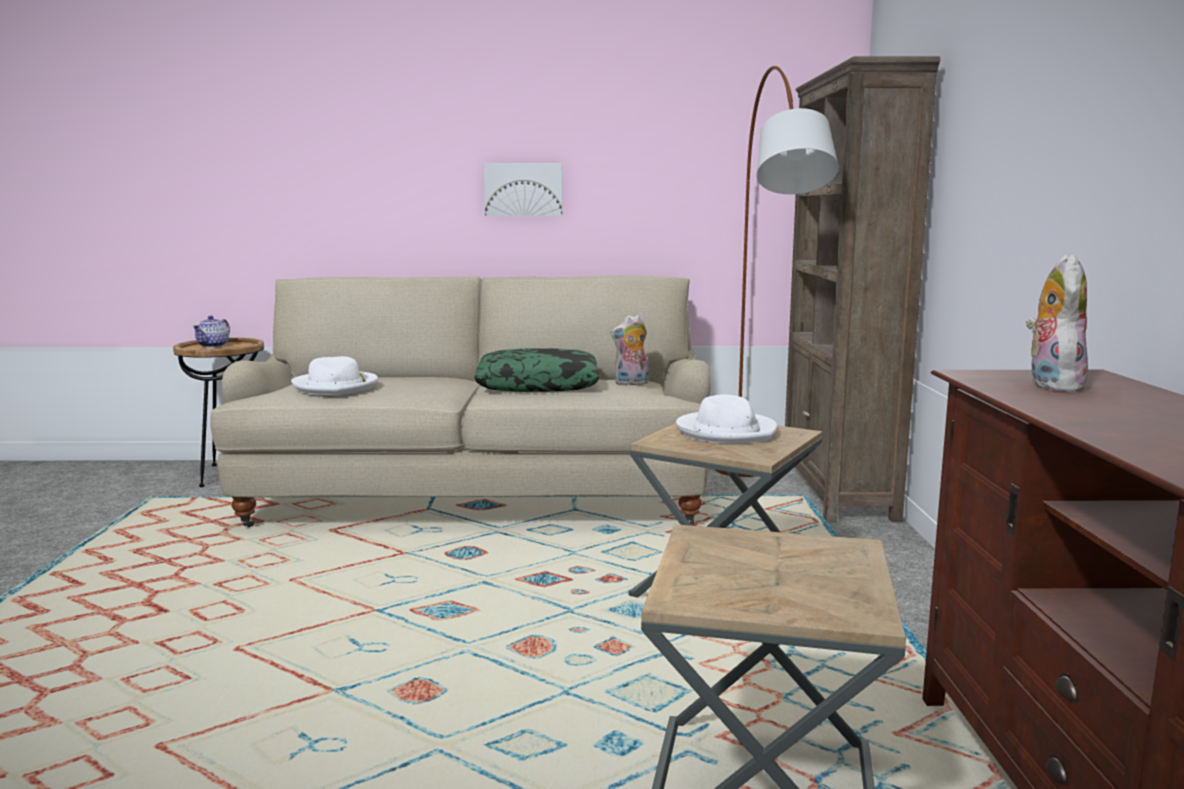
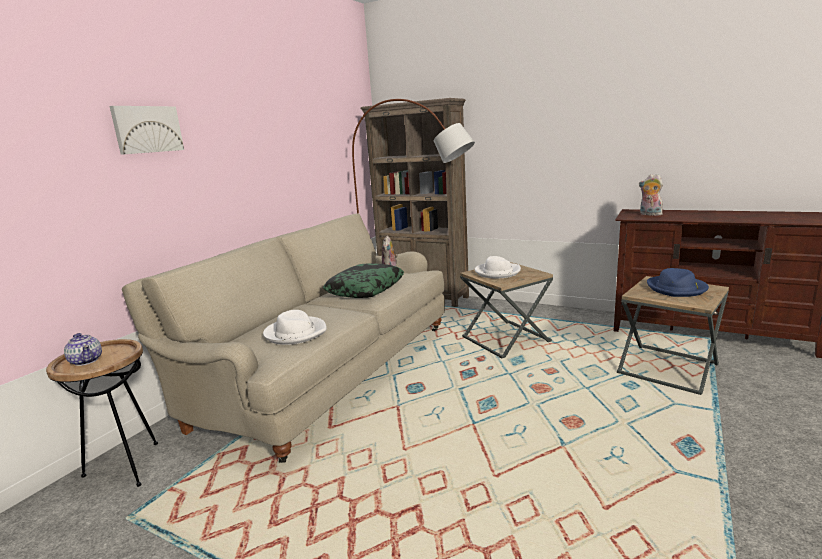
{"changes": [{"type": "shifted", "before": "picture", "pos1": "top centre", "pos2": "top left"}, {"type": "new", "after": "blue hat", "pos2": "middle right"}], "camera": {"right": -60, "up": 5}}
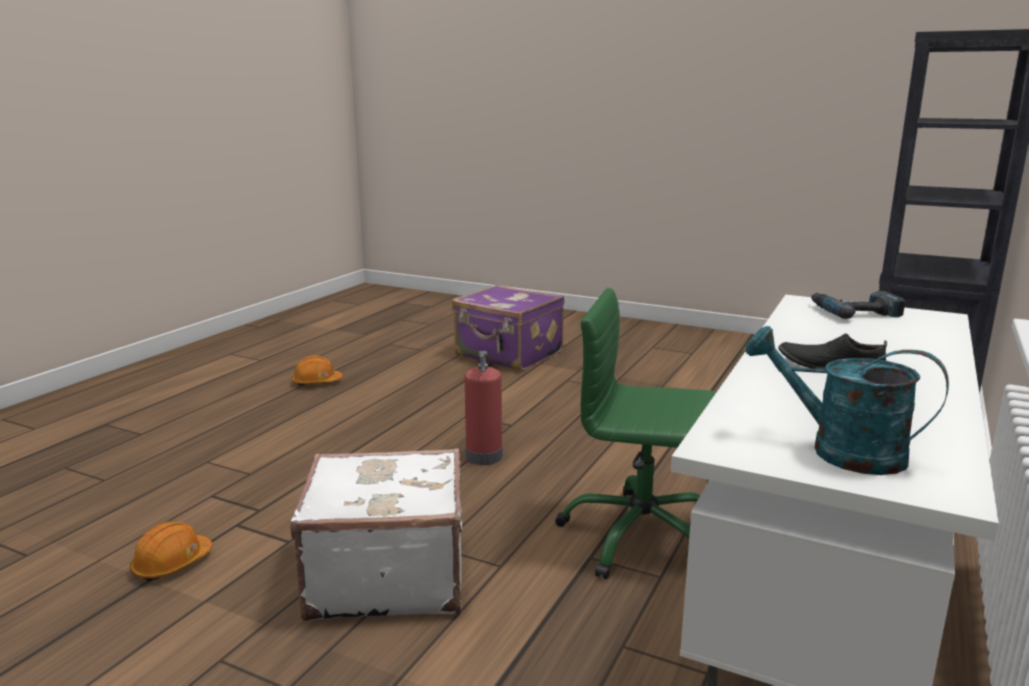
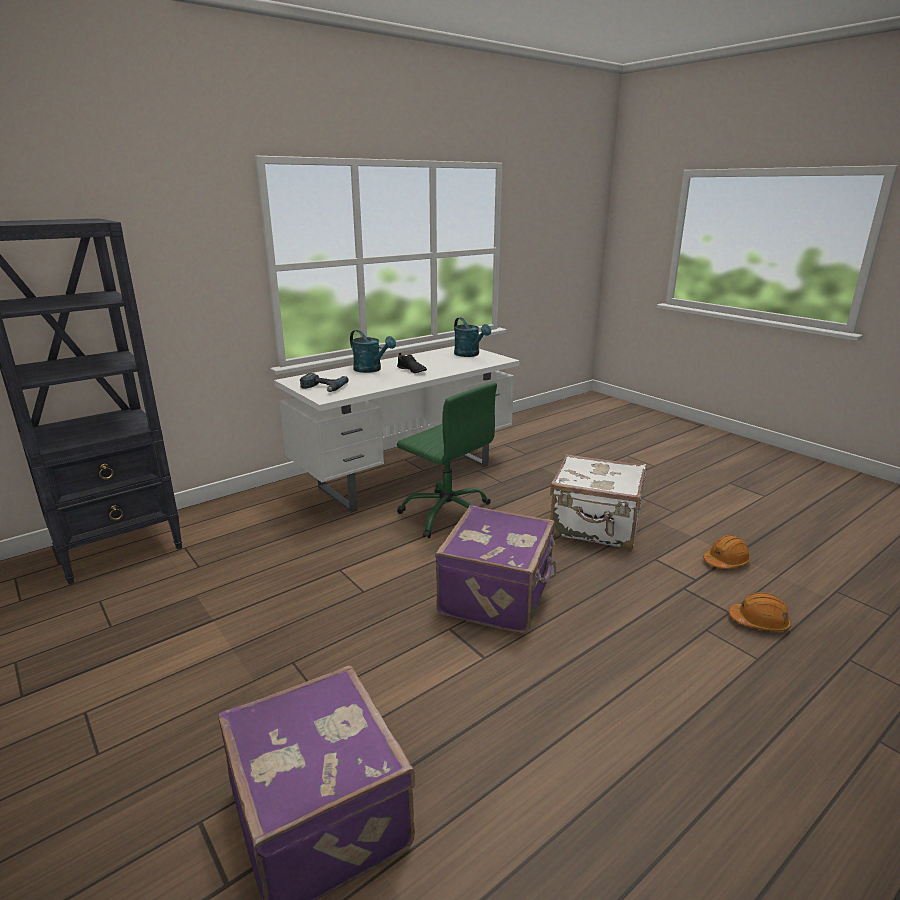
{"changes": [{"type": "swapped", "before": "fire extinguisher", "after": "purple suitcase (no. 2 from left)", "pos1": "centre", "pos2": "centre"}, {"type": "shifted", "before": "orange hard hat (no. 2 from left)", "pos1": "middle left", "pos2": "bottom right"}, {"type": "new", "after": "turquoise watering can (no. 1 from left)", "pos2": "centre"}], "camera": {"right": -155, "up": 5}}
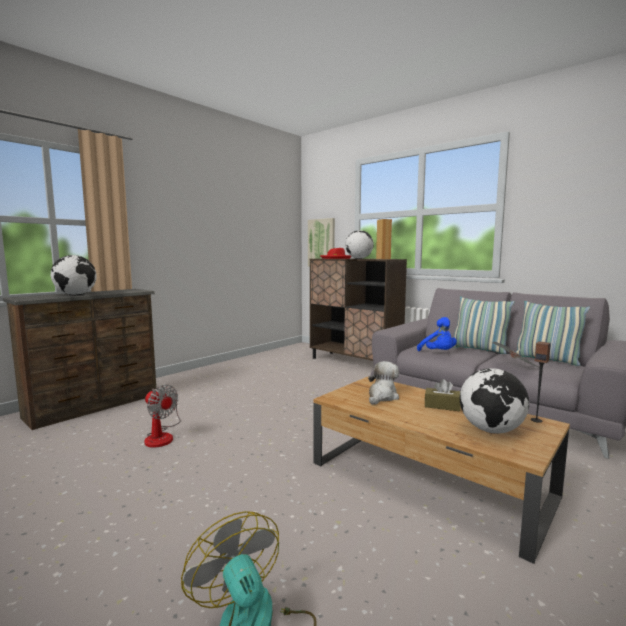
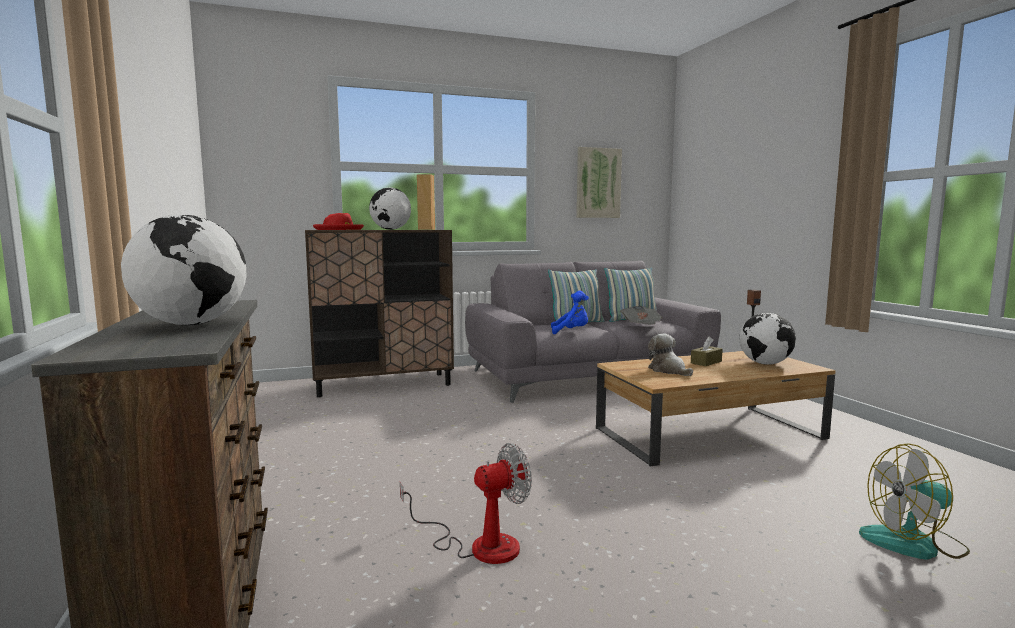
{"changes": [{"type": "shifted", "before": "picture", "pos1": "centre", "pos2": "top centre"}], "camera": {"right": -60, "up": 0}}
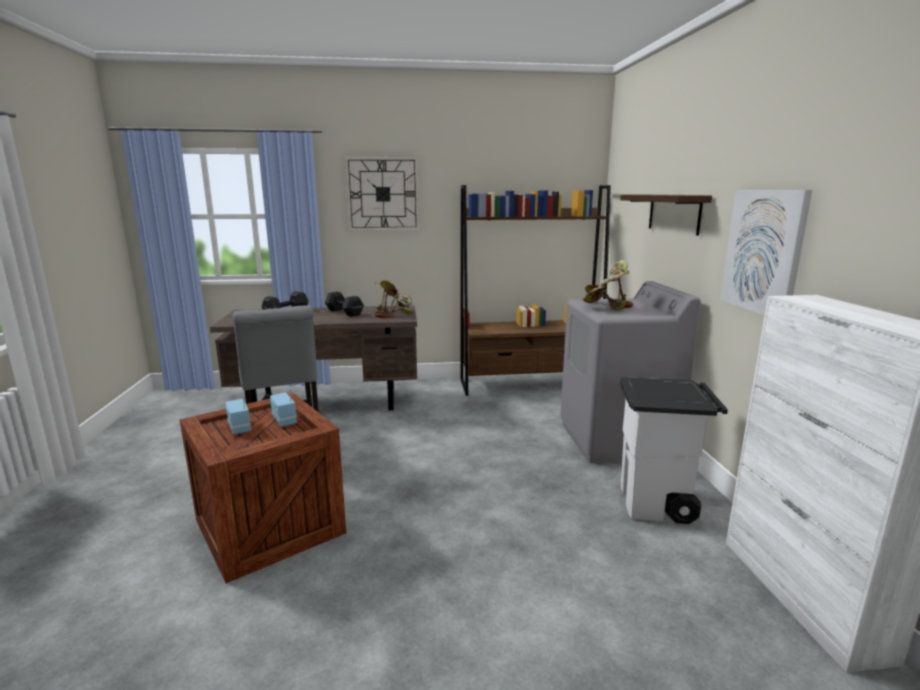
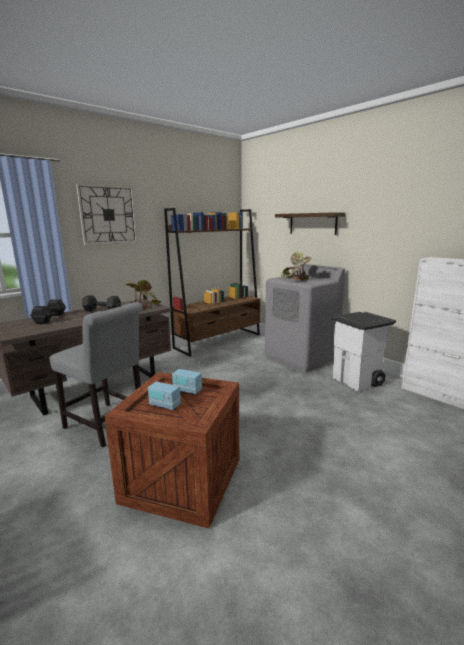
{"changes": [{"type": "gone", "before": "picture", "pos1": "middle right"}], "camera": {"right": -35, "up": 0}}
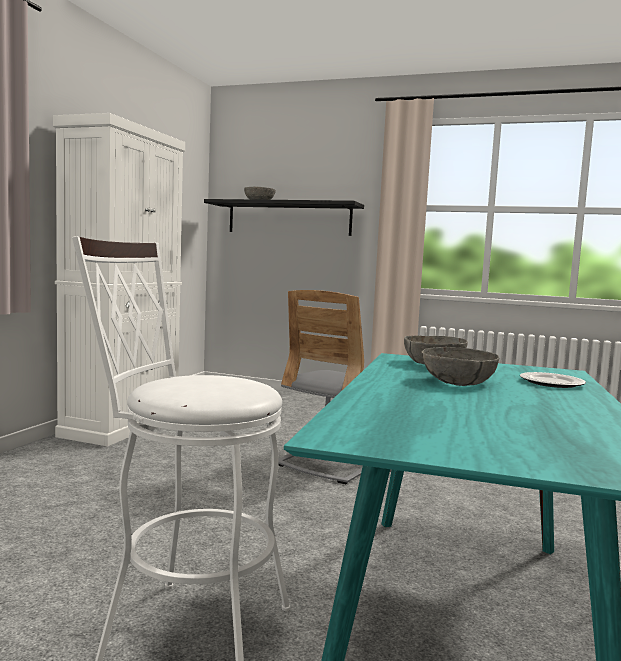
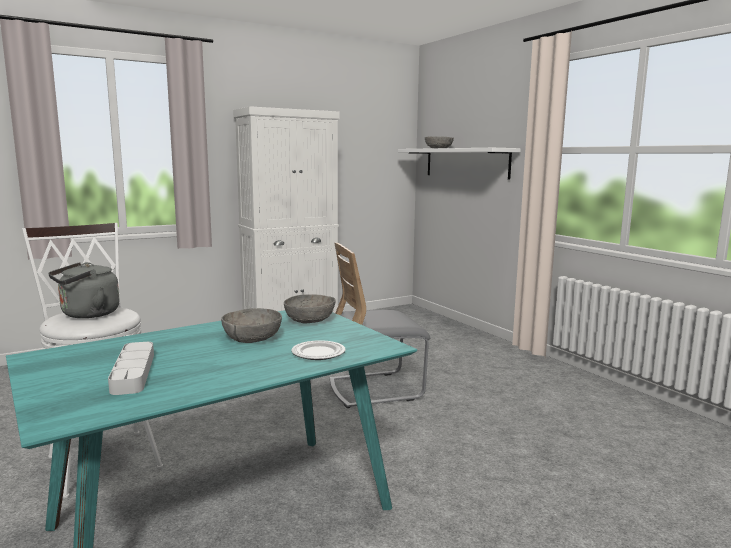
{"changes": [{"type": "repainted", "before": "black shelf", "after": "white shelf", "pos1": "top centre", "pos2": "top centre"}, {"type": "new", "after": "grey kettle", "pos2": "middle left"}, {"type": "new", "after": "grey tray", "pos2": "bottom left"}], "camera": {"right": 40, "up": 5}}
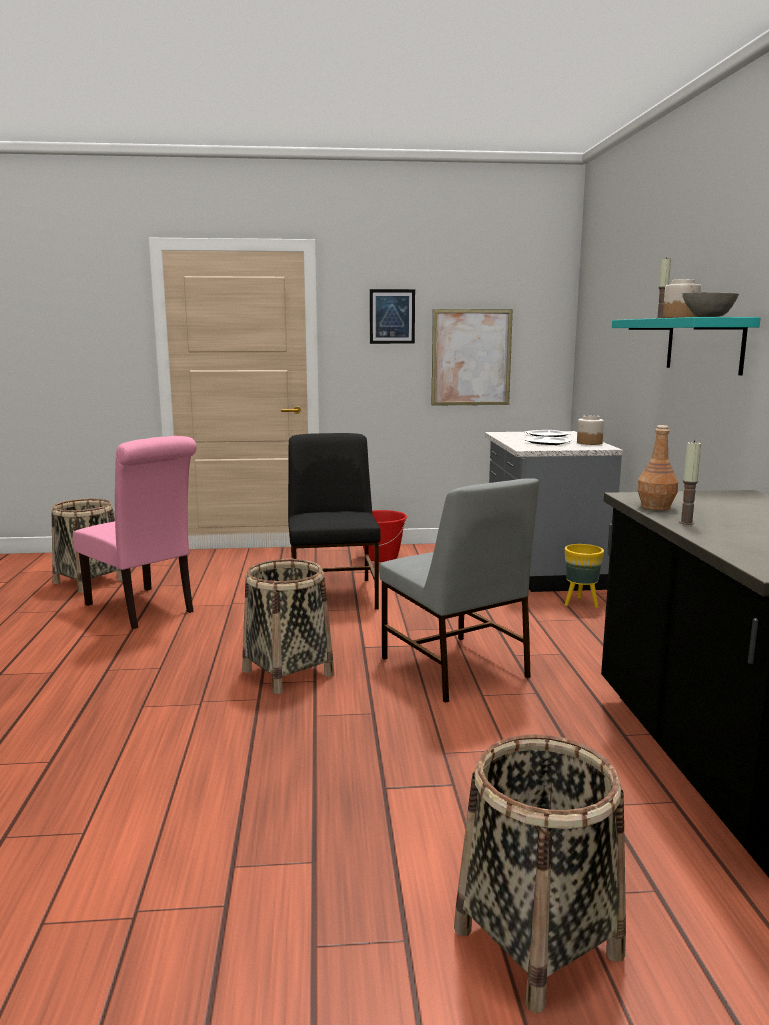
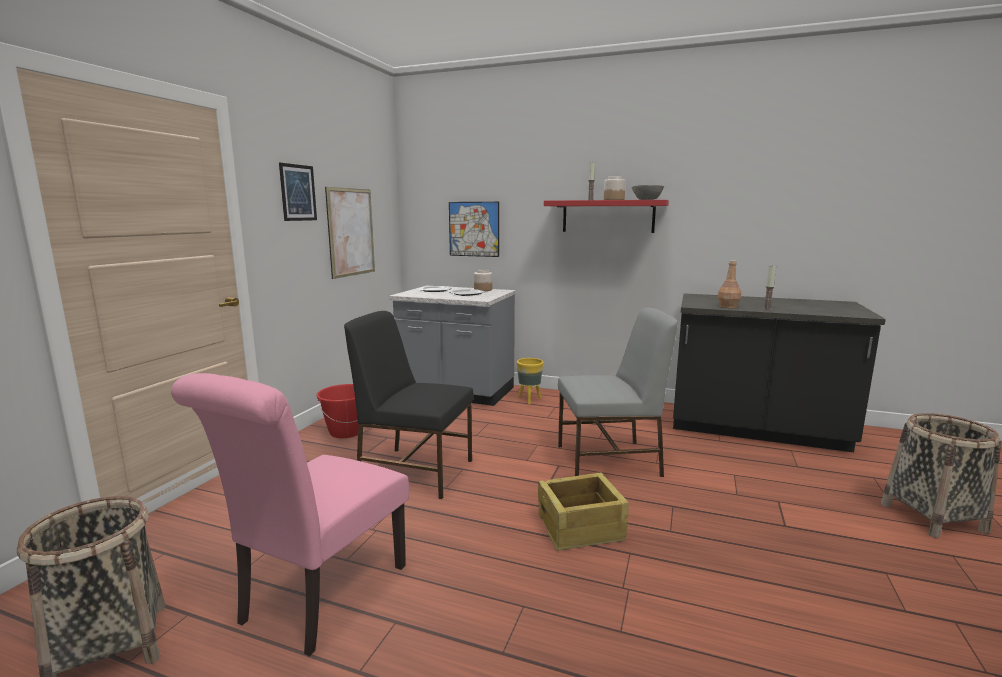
{"changes": [{"type": "repainted", "before": "turquoise shelf", "after": "red shelf", "pos1": "middle right", "pos2": "top centre"}, {"type": "rotated", "before": "pink chair", "pos1": "middle left", "pos2": "bottom left", "turn": 135}, {"type": "swapped", "before": "basket (no. 2 from left)", "after": "crate", "pos1": "centre", "pos2": "bottom centre"}, {"type": "new", "after": "picture (no. 3 from left)", "pos2": "centre"}], "camera": {"right": -65, "up": 0}}
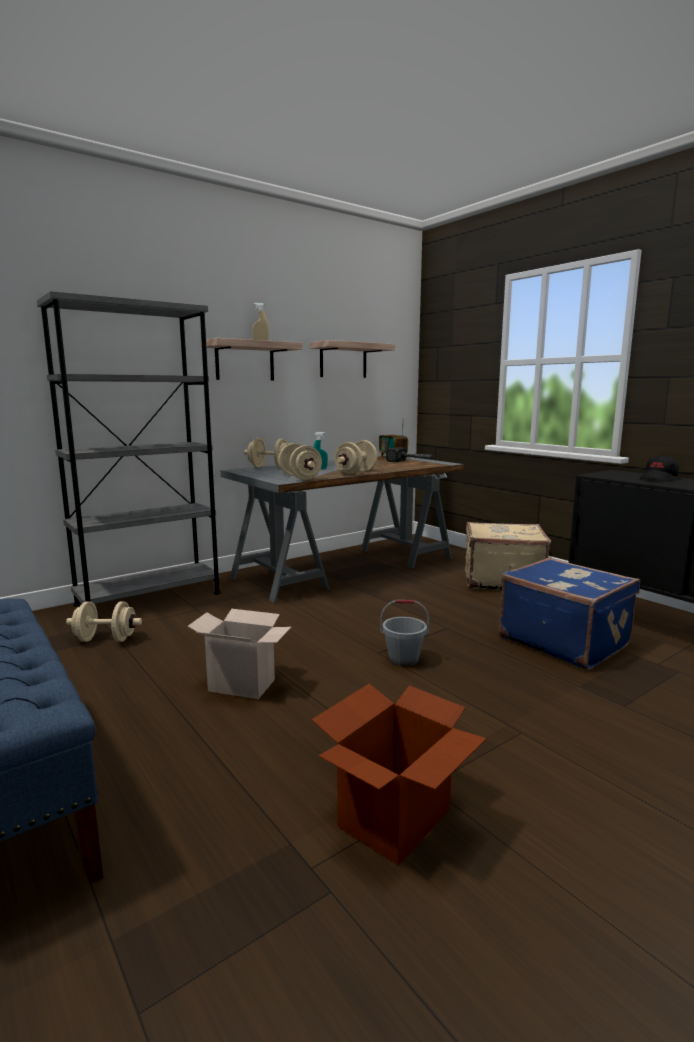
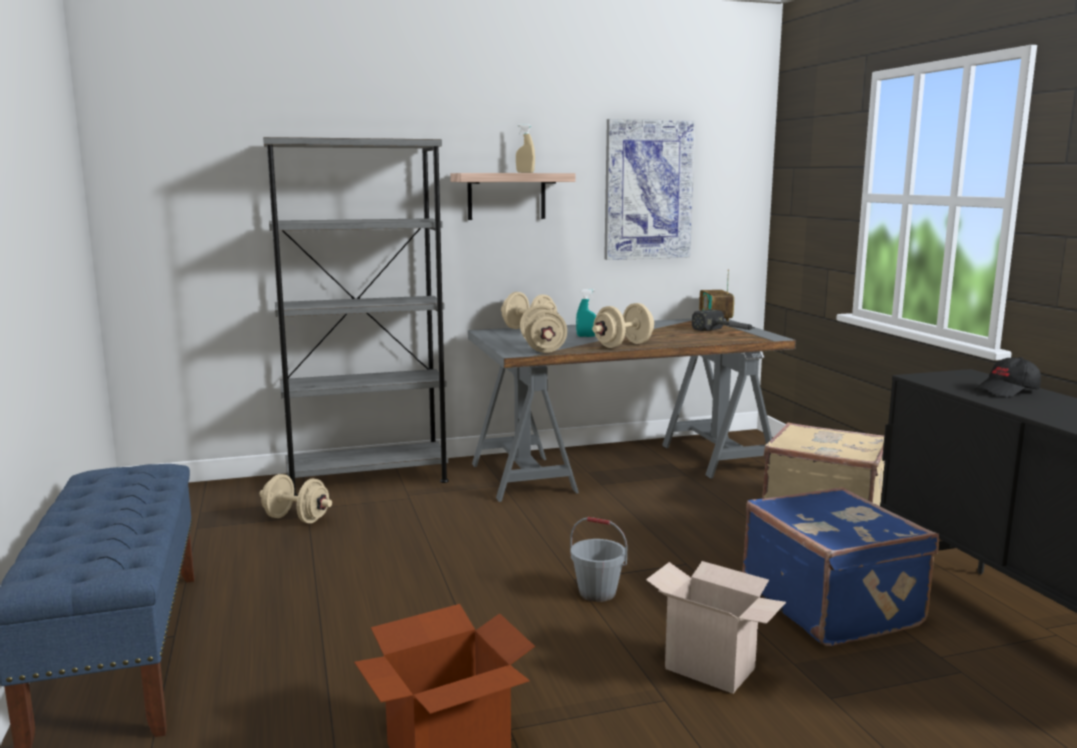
{"changes": [{"type": "swapped", "before": "shelf (no. 2 from left)", "after": "picture", "pos1": "centre", "pos2": "top centre"}, {"type": "shifted", "before": "cardboard box (no. 1 from left in the first image)", "after": "cardboard box (no. 2 from left)", "pos1": "centre", "pos2": "bottom centre"}], "camera": {"right": 20, "up": 0}}
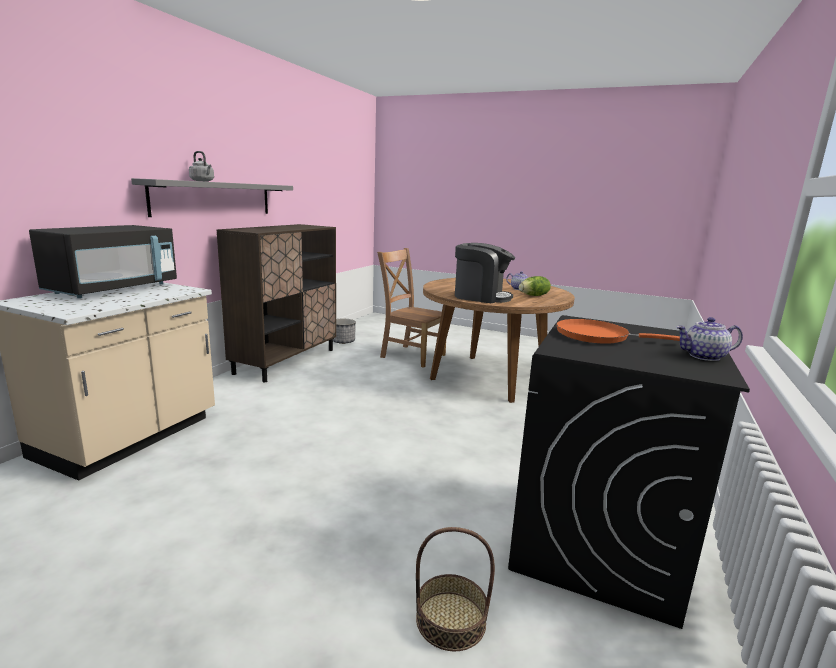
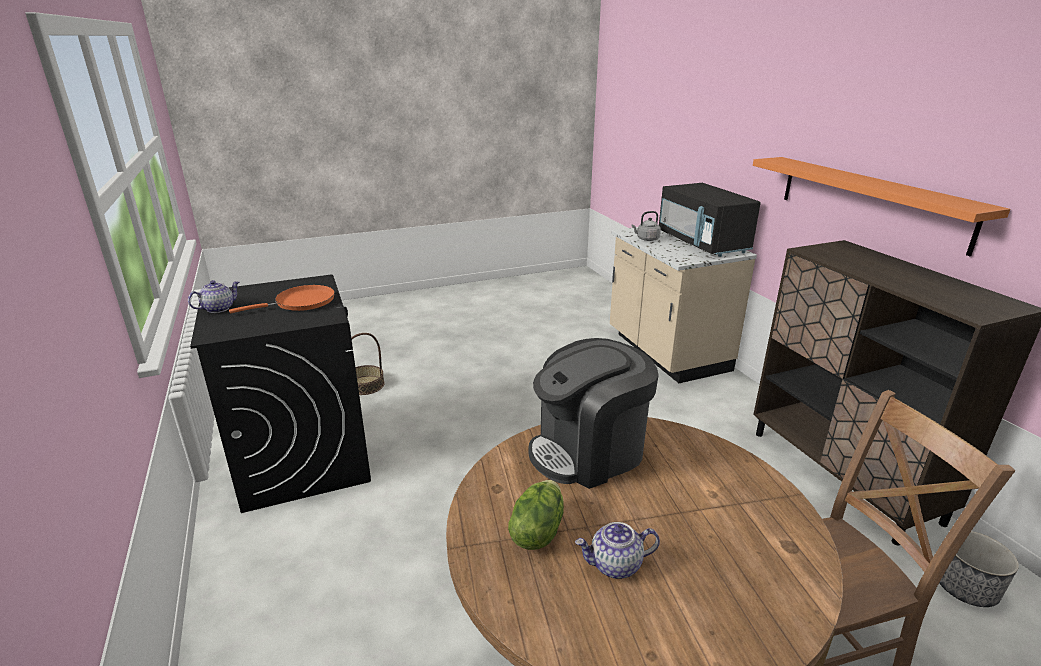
{"changes": [{"type": "shifted", "before": "grey kettle", "pos1": "top left", "pos2": "centre"}, {"type": "repainted", "before": "grey shelf", "after": "orange shelf", "pos1": "top left", "pos2": "top right"}], "camera": {"right": 135, "up": 10}}
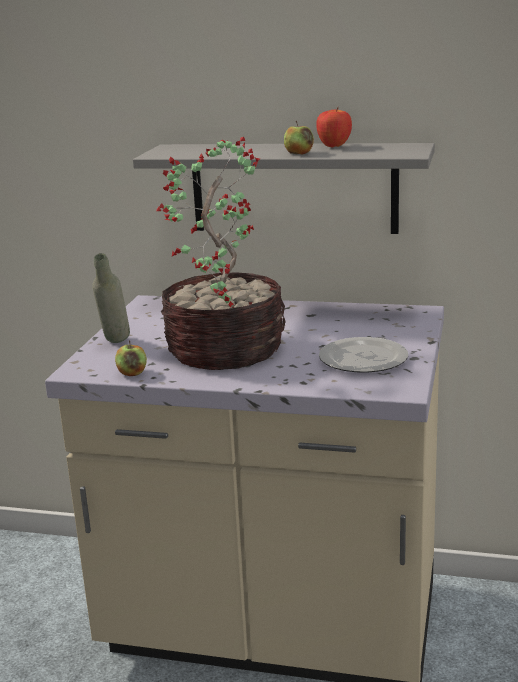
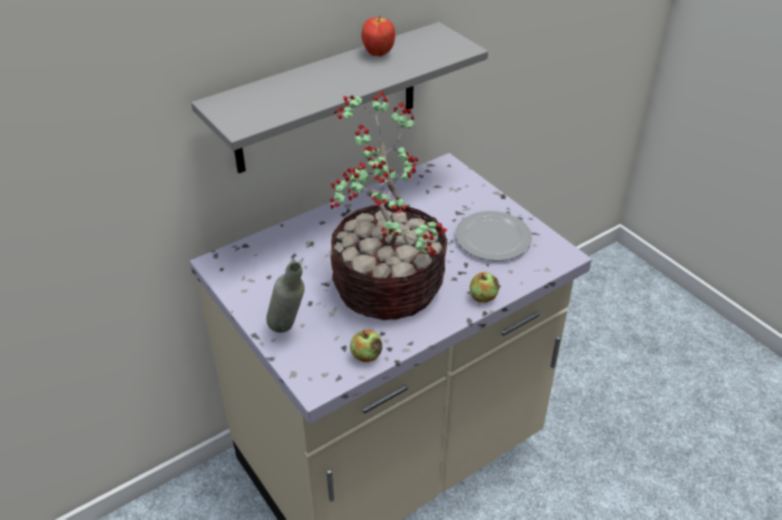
{"changes": [{"type": "shifted", "before": "apple (no. 2 from left in the first image)", "after": "apple (no. 3 from left)", "pos1": "top centre", "pos2": "centre"}], "camera": {"right": -50, "up": 20}}
